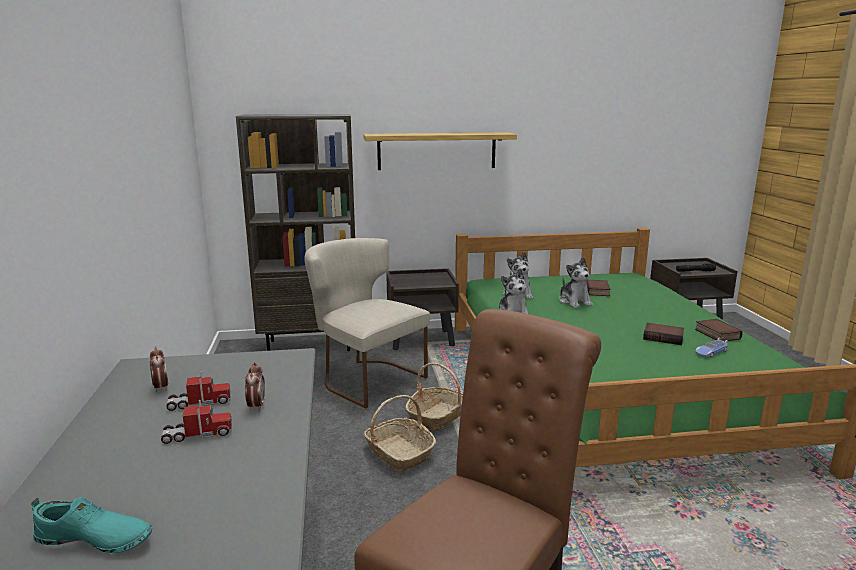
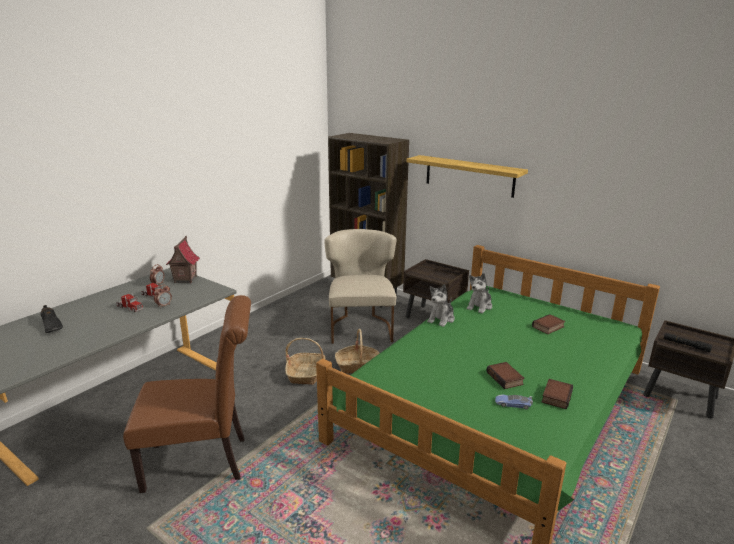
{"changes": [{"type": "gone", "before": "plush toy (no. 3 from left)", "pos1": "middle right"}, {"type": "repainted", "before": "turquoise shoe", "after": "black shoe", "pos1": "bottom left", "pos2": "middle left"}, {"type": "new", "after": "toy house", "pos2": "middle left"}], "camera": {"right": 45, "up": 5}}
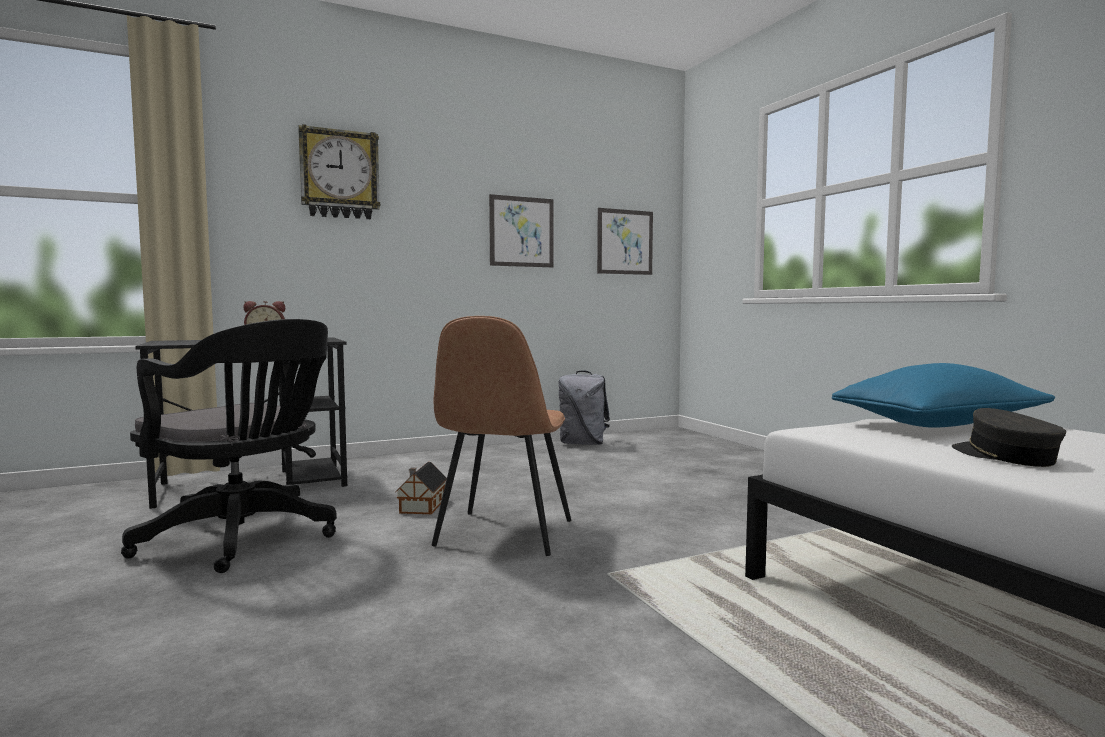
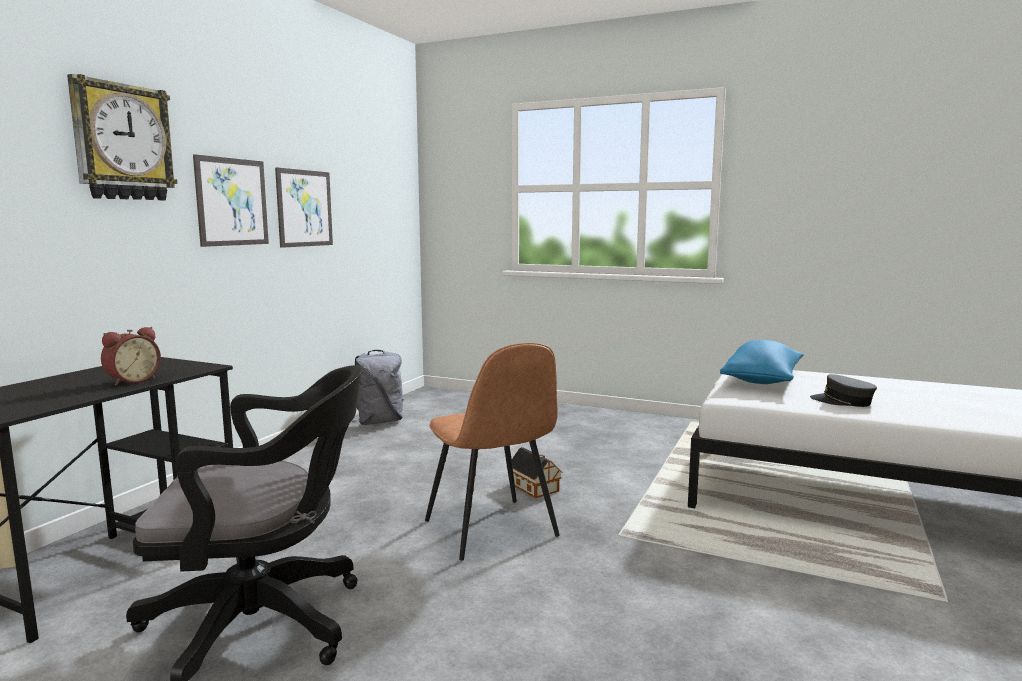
{"changes": [{"type": "shifted", "before": "picture (no. 2 from left in the first image)", "after": "picture (no. 1 from left)", "pos1": "top centre", "pos2": "top left"}, {"type": "shifted", "before": "toy house", "pos1": "centre", "pos2": "bottom centre"}], "camera": {"right": -40, "up": 5}}
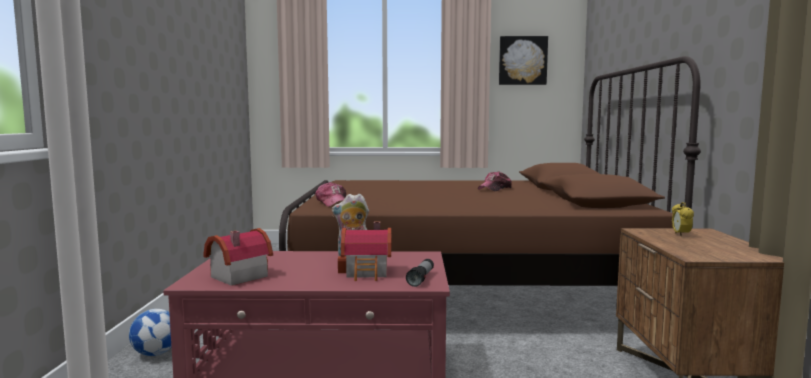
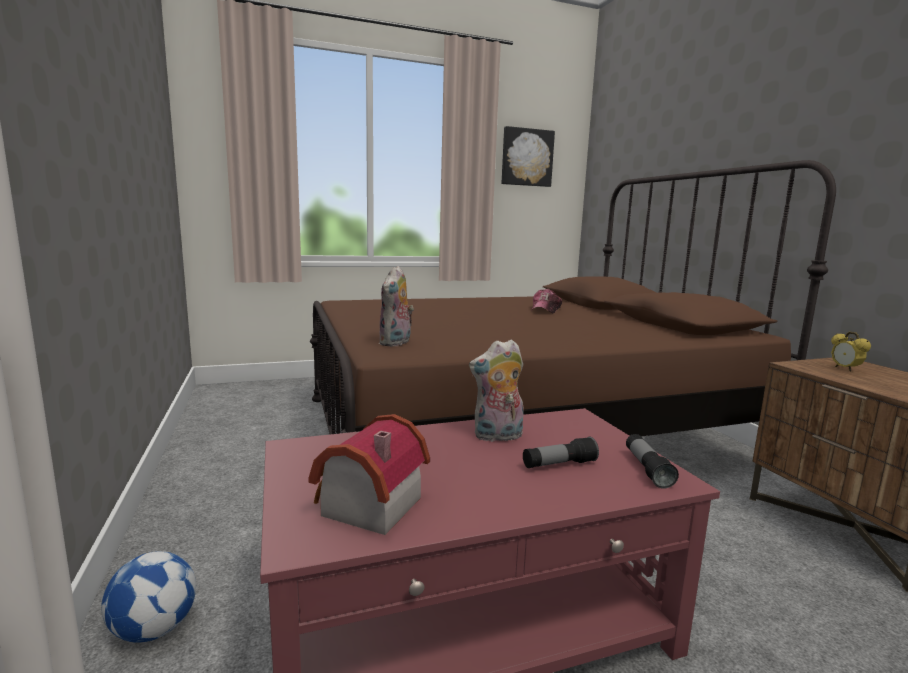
{"changes": [{"type": "swapped", "before": "cap (no. 1 from left)", "after": "plush toy (no. 1 from left)", "pos1": "centre", "pos2": "centre"}, {"type": "swapped", "before": "toy house (no. 2 from left)", "after": "flashlight (no. 1 from left)", "pos1": "centre", "pos2": "bottom centre"}], "camera": {"right": -20, "up": 5}}
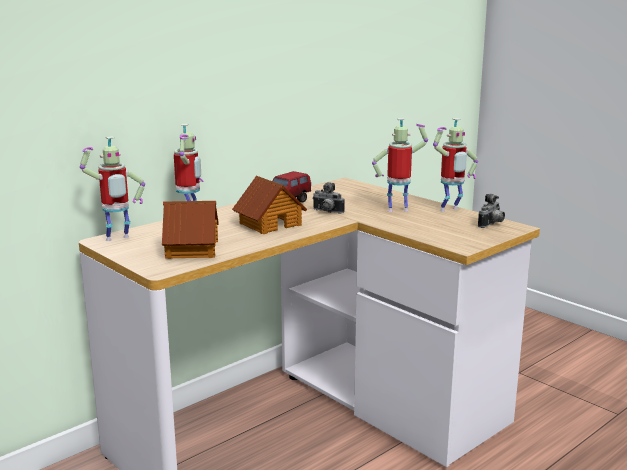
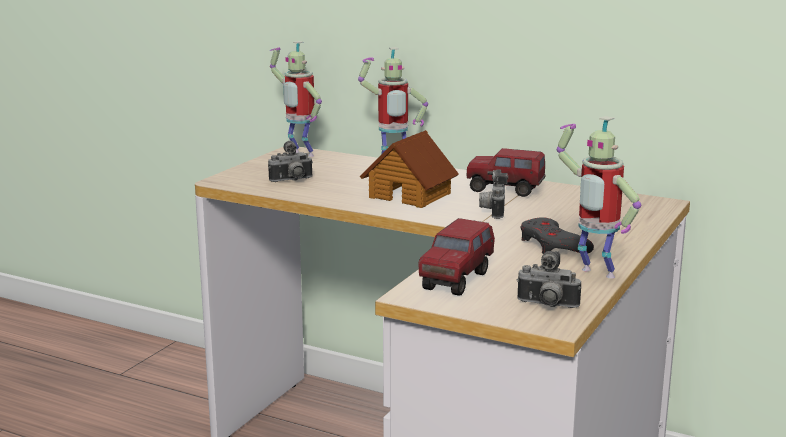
{"changes": [{"type": "swapped", "before": "toy robot (no. 3 from left)", "after": "grey game controller", "pos1": "centre", "pos2": "middle right"}, {"type": "swapped", "before": "toy house (no. 1 from left)", "after": "photo camera (no. 1 from left)", "pos1": "middle left", "pos2": "centre"}, {"type": "new", "after": "toy truck (no. 1 from left)", "pos2": "centre"}], "camera": {"right": 70, "up": 0}}
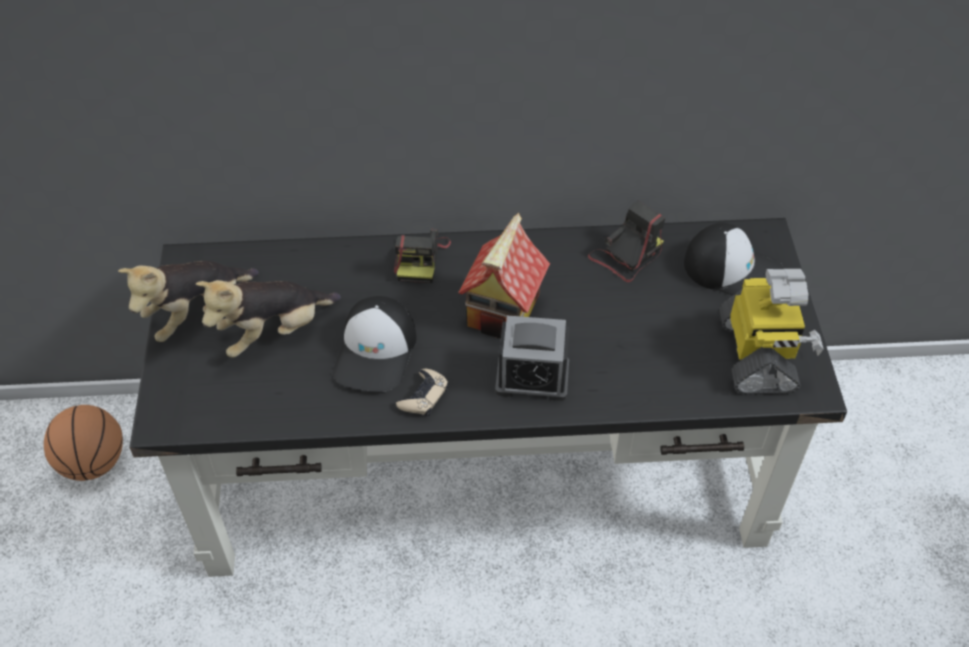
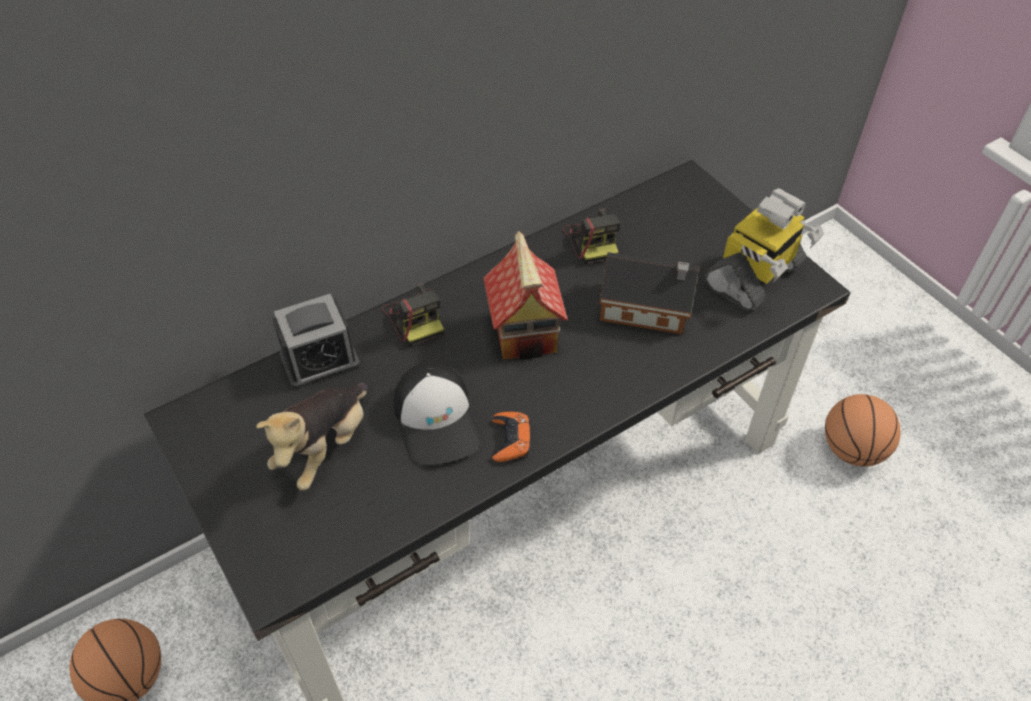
{"changes": [{"type": "rotated", "before": "photo camera (no. 2 from left)", "pos1": "centre", "pos2": "centre", "turn": 150}, {"type": "gone", "before": "cap (no. 2 from left)", "pos1": "middle right"}, {"type": "gone", "before": "plush toy (no. 1 from left)", "pos1": "middle left"}, {"type": "rotated", "before": "toy robot", "pos1": "middle right", "pos2": "middle right", "turn": 75}, {"type": "shifted", "before": "alarm clock", "pos1": "centre", "pos2": "middle left"}, {"type": "repainted", "before": "beige game controller", "after": "orange game controller", "pos1": "centre", "pos2": "centre"}, {"type": "new", "after": "toy house (no. 2 from left)", "pos2": "centre"}, {"type": "new", "after": "basketball (no. 2 from left)", "pos2": "middle right"}], "camera": {"right": -30, "up": 0}}
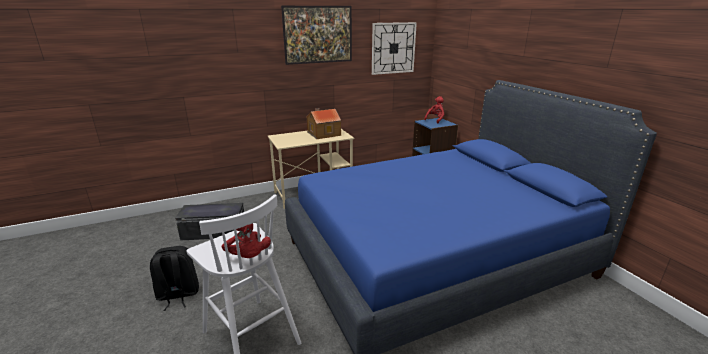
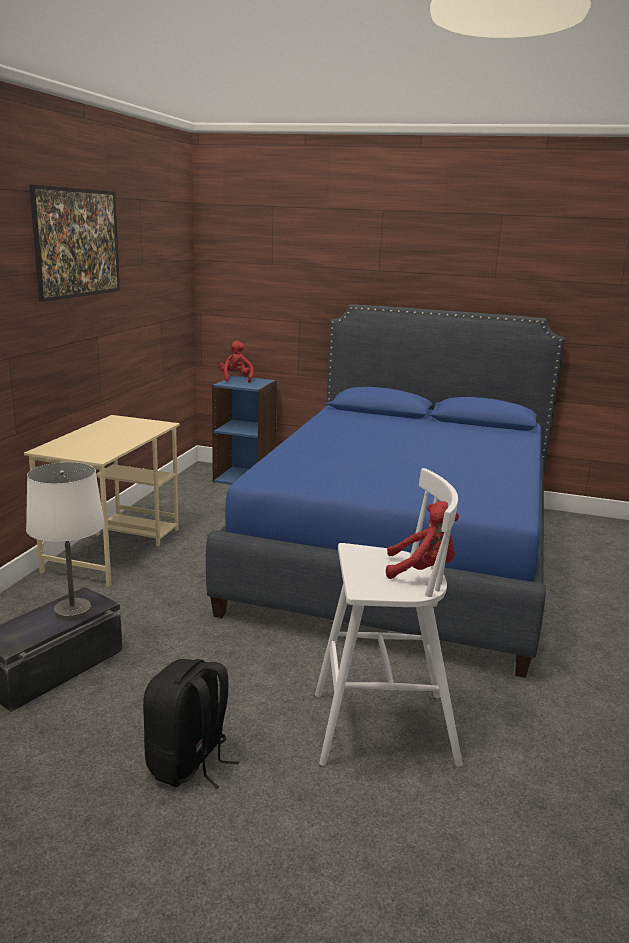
{"changes": [{"type": "gone", "before": "wall clock", "pos1": "top centre"}, {"type": "gone", "before": "toy house", "pos1": "centre"}, {"type": "new", "after": "white table lamp", "pos2": "middle left"}], "camera": {"right": -50, "up": -5}}
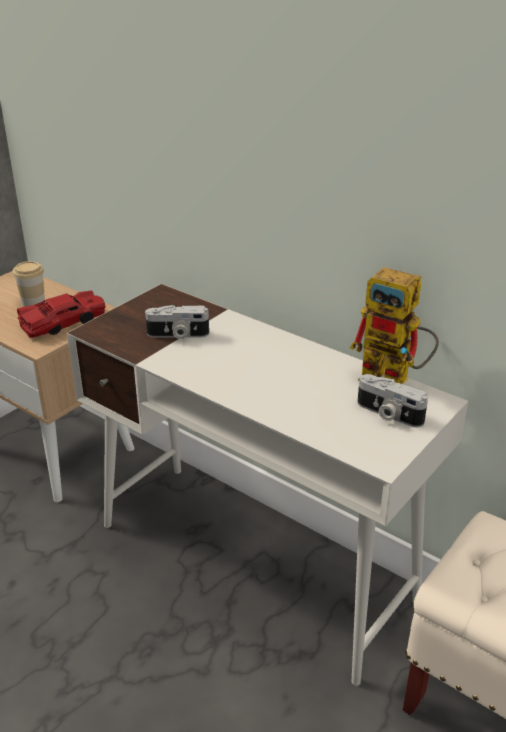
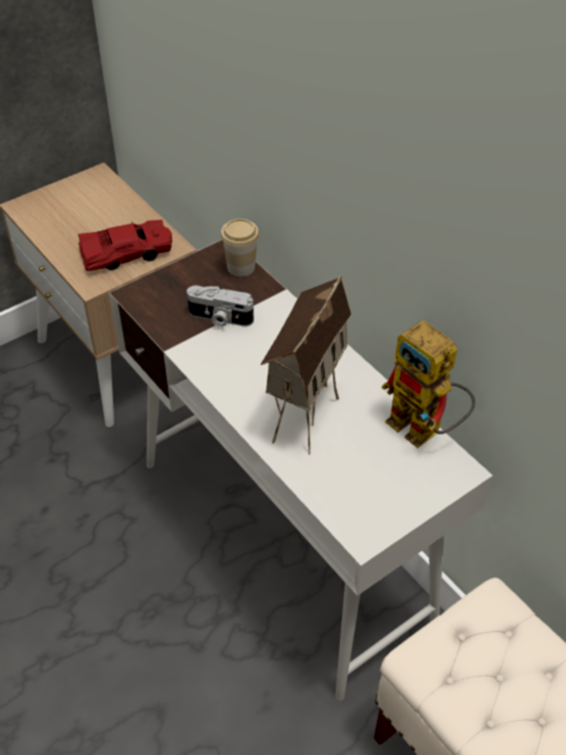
{"changes": [{"type": "shifted", "before": "cup", "pos1": "middle left", "pos2": "top centre"}, {"type": "gone", "before": "photo camera (no. 2 from left)", "pos1": "middle right"}, {"type": "new", "after": "toy house", "pos2": "centre"}], "camera": {"right": 15, "up": 15}}
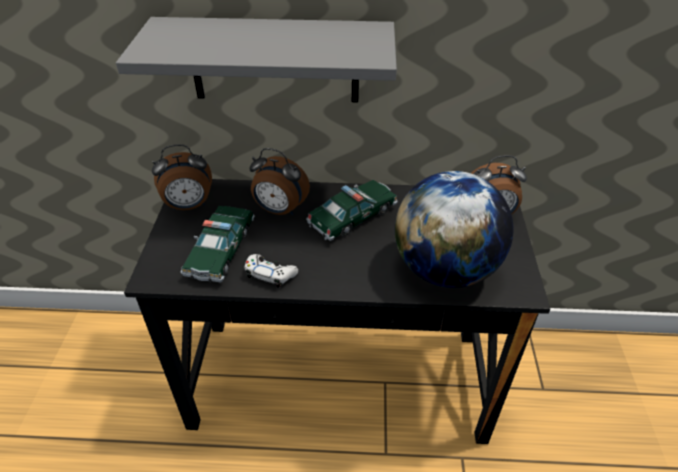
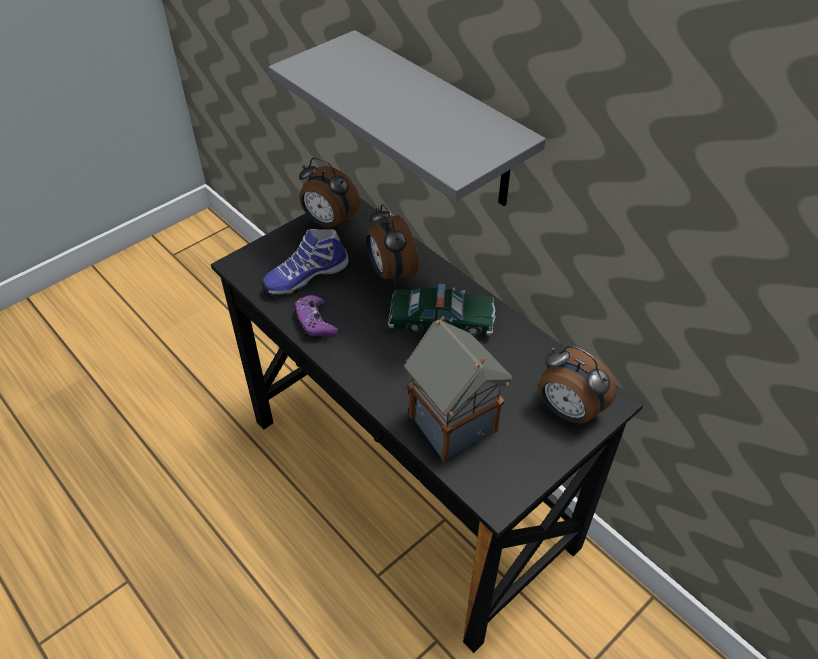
{"changes": [{"type": "swapped", "before": "globe", "after": "toy house", "pos1": "middle right", "pos2": "centre"}, {"type": "swapped", "before": "toy car (no. 1 from left)", "after": "shoe", "pos1": "middle left", "pos2": "centre"}, {"type": "repainted", "before": "white game controller", "after": "purple game controller", "pos1": "centre", "pos2": "centre"}], "camera": {"right": 45, "up": 5}}
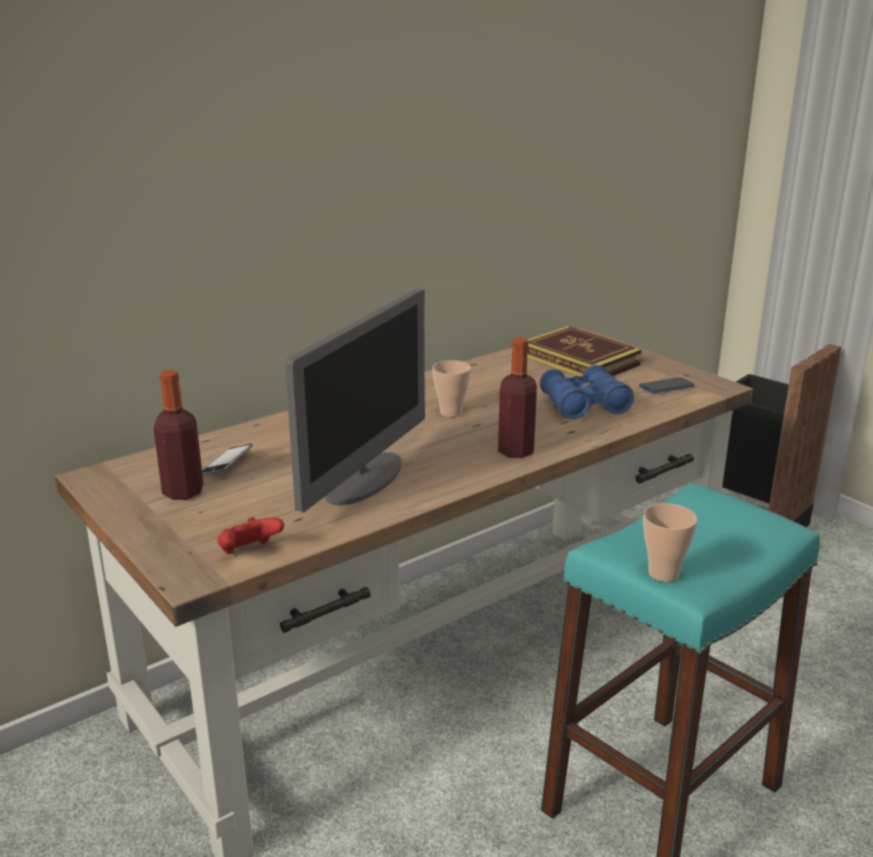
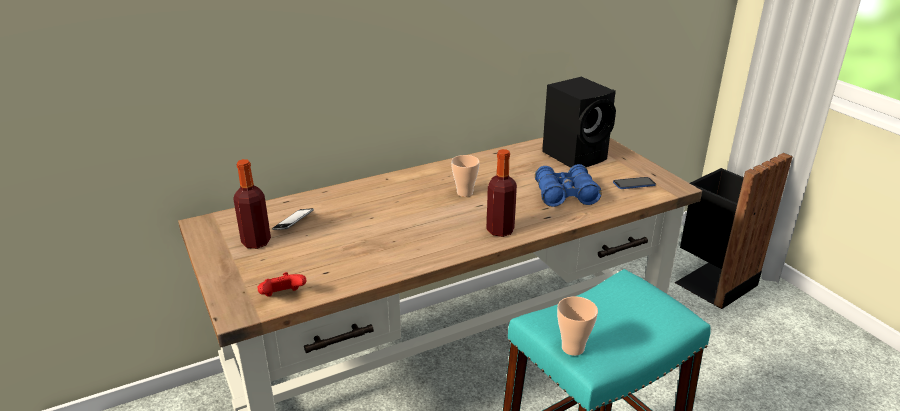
{"changes": [{"type": "gone", "before": "monitor", "pos1": "centre"}, {"type": "swapped", "before": "book", "after": "black speaker", "pos1": "middle right", "pos2": "top centre"}], "camera": {"right": 10, "up": 5}}
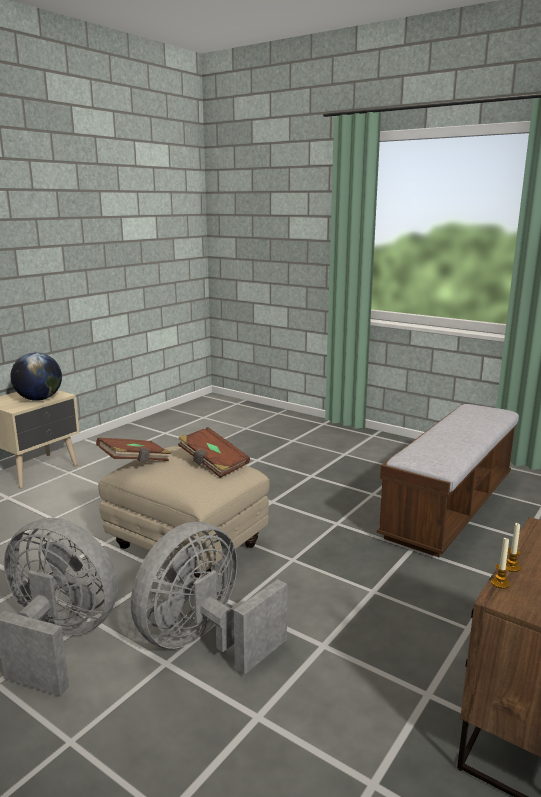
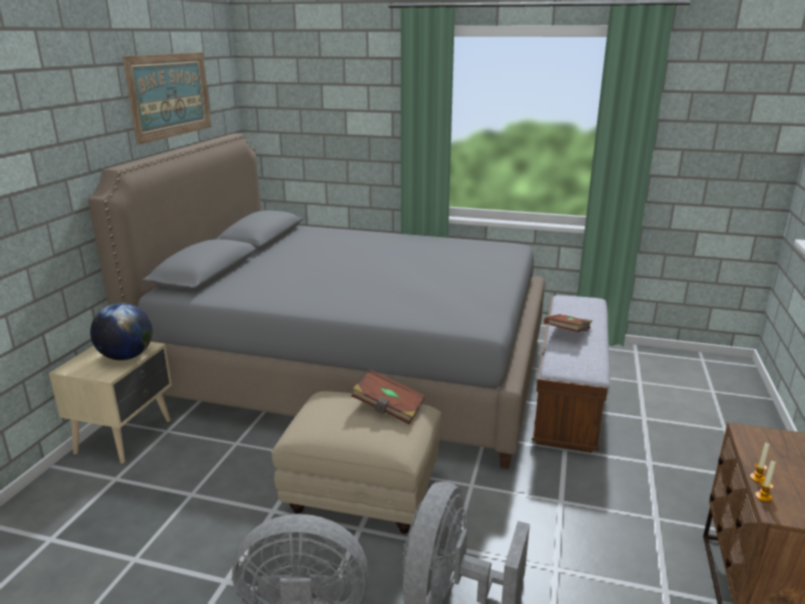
{"changes": [{"type": "shifted", "before": "brown book (no. 1 from left in the first image)", "after": "brown book (no. 2 from left)", "pos1": "middle left", "pos2": "middle right"}, {"type": "new", "after": "picture", "pos2": "top left"}, {"type": "new", "after": "grey bed", "pos2": "centre"}], "camera": {"right": -20, "up": 5}}
